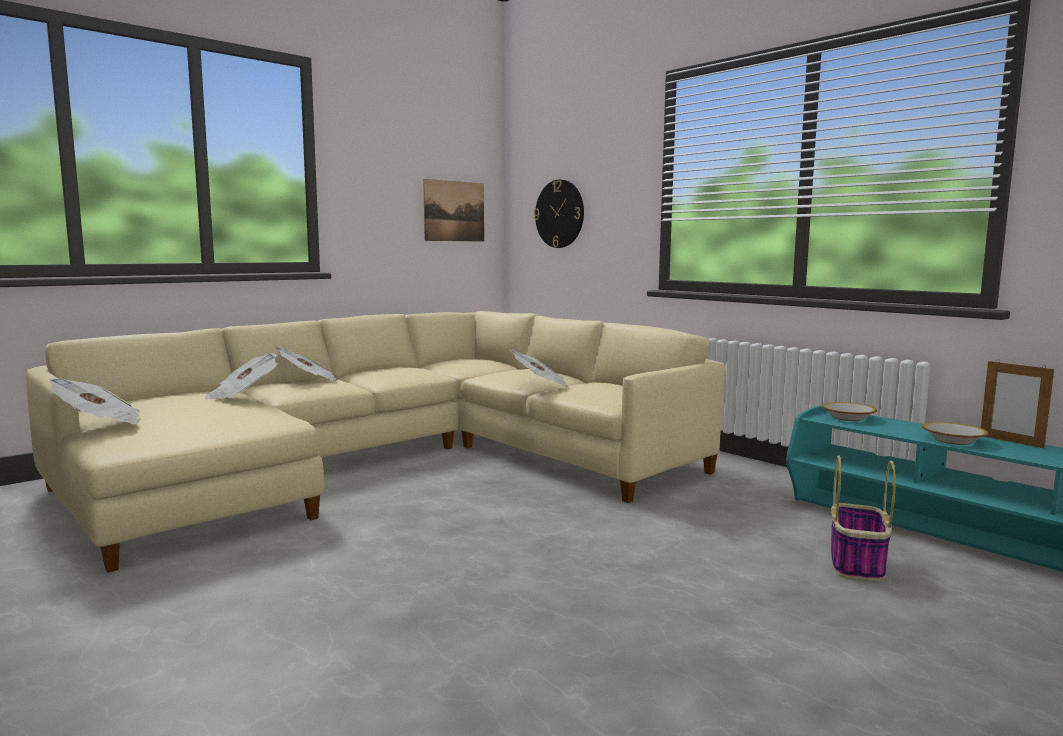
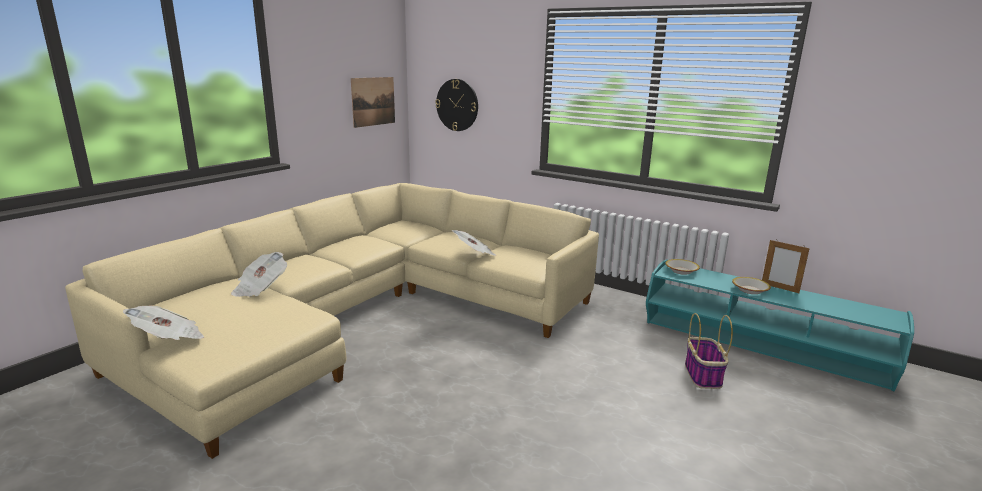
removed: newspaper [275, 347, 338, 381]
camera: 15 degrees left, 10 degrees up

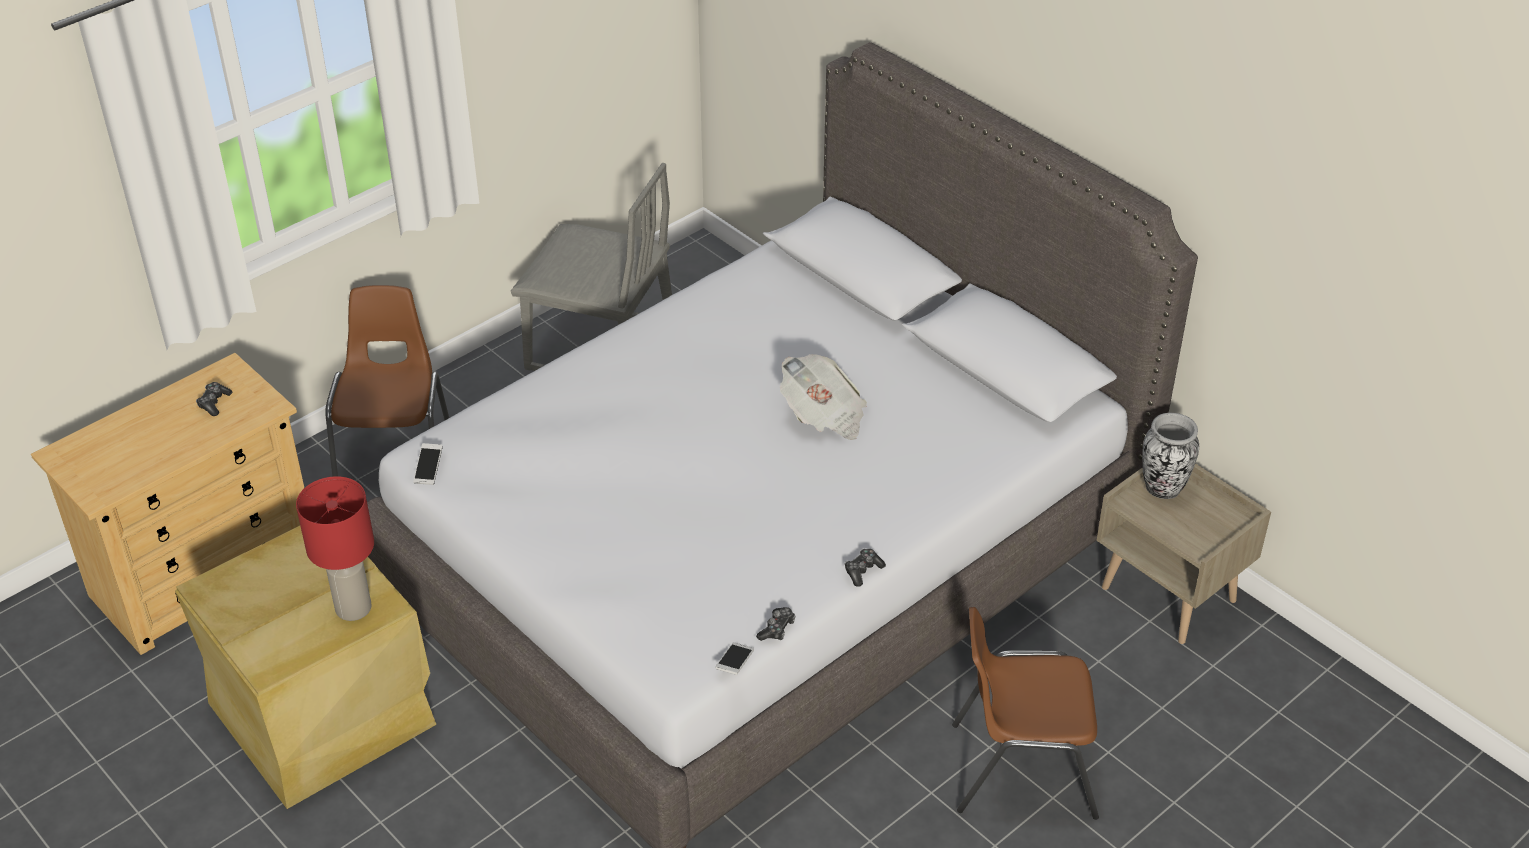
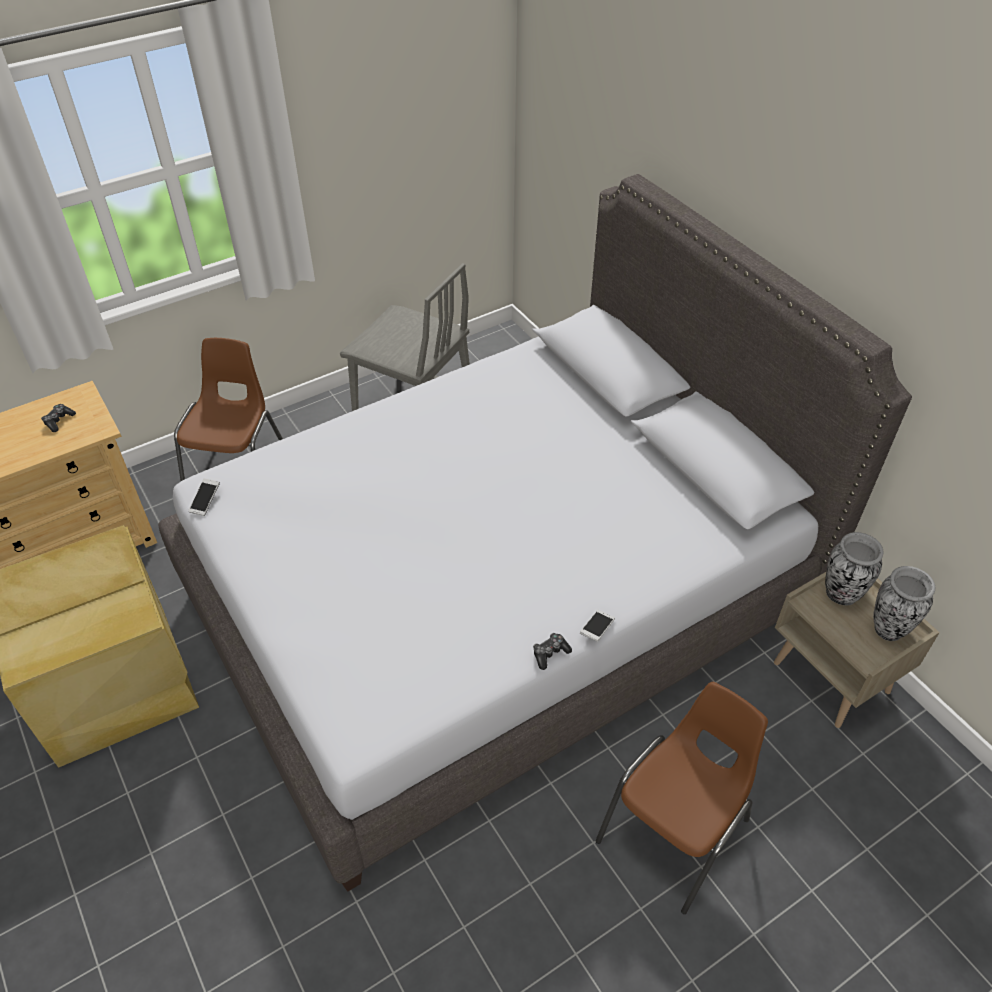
removed: newspaper [779, 354, 867, 440]; table lamp (red) [296, 476, 374, 621]; game controller [756, 607, 796, 641]
added: vase [873, 566, 935, 641]
moved: phone [716, 642, 754, 675] to [580, 610, 615, 642]
turned: chair (brown) [952, 607, 1099, 820] = [596, 682, 768, 914] 120 degrees clockwise
camera: 10 degrees right, 5 degrees up

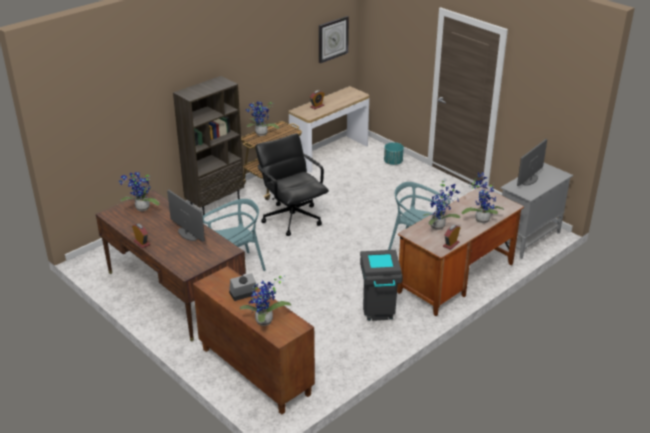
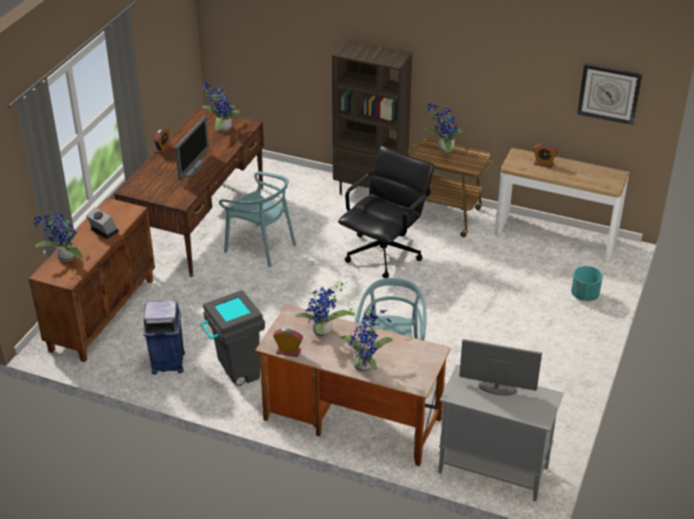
added: trash can (blue) [143, 300, 185, 374]
camera: 65 degrees right, 5 degrees up

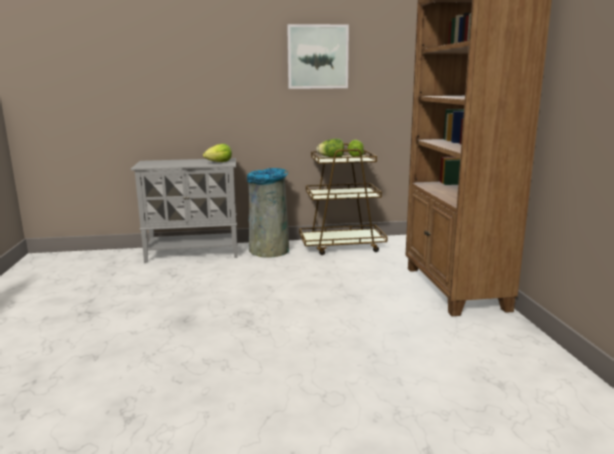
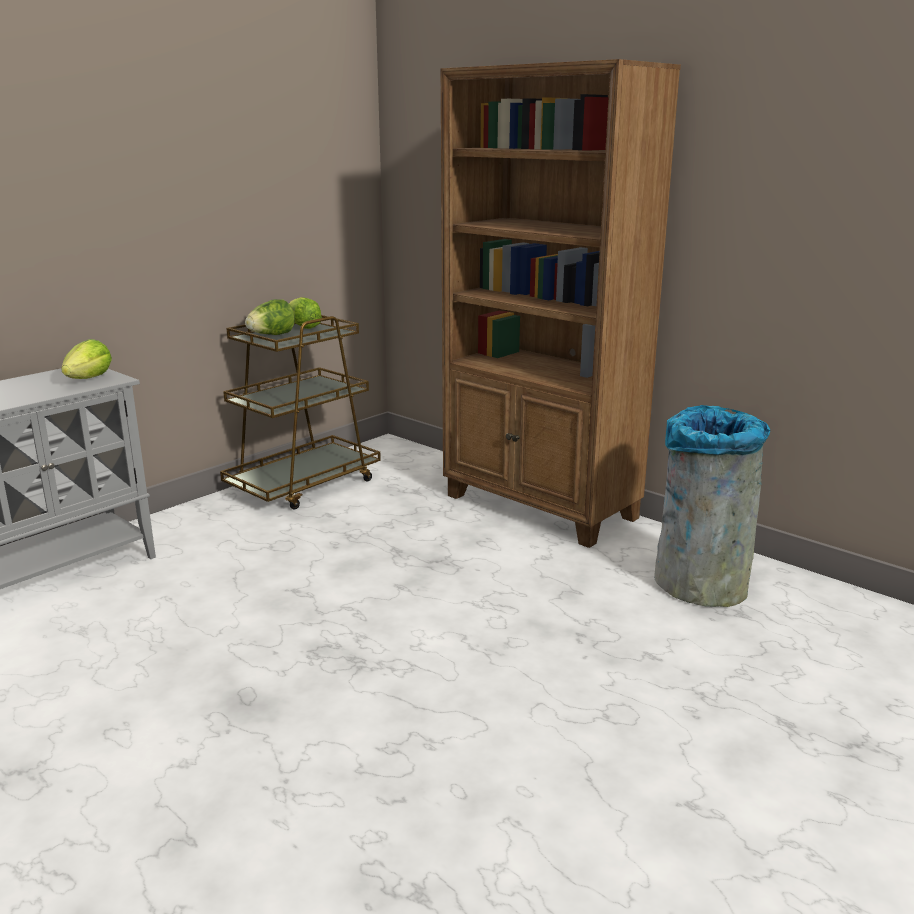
removed: picture [287, 24, 349, 89]
moved: trash can (grey) [247, 168, 289, 258] to [654, 405, 770, 607]
camera: 40 degrees left, 5 degrees up

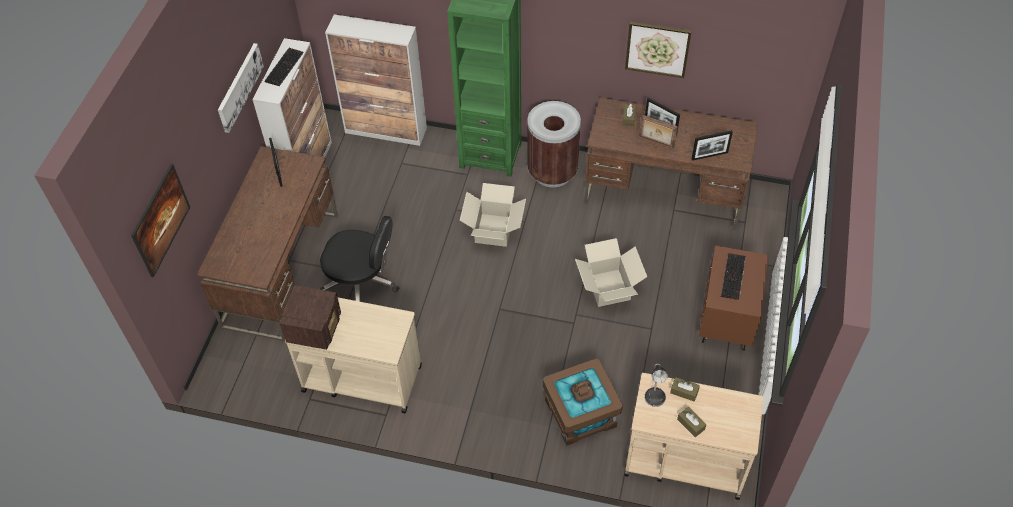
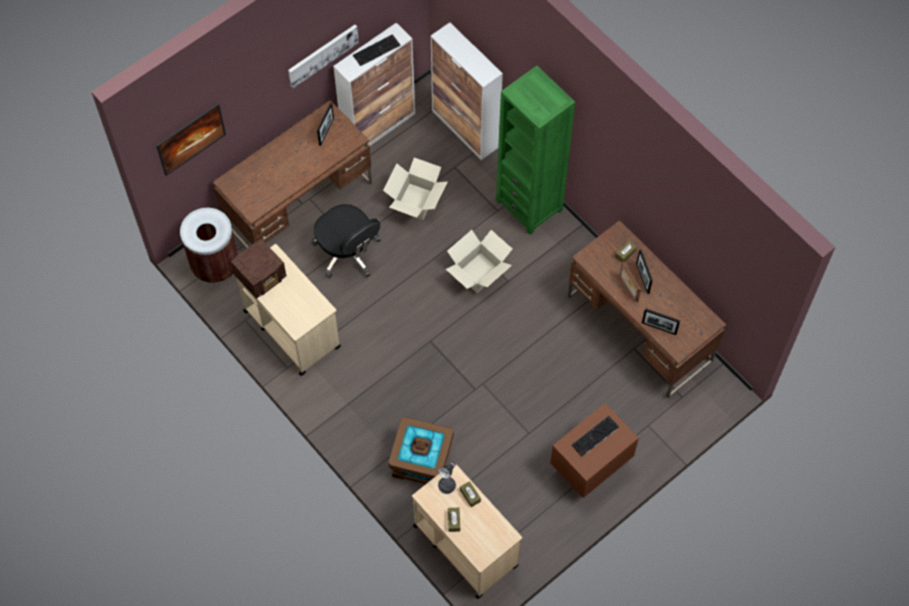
removed: picture [625, 22, 692, 78]
moved: trash can (brown) [527, 101, 581, 187] to [180, 208, 238, 283]; cardboard box [575, 238, 647, 307] to [383, 157, 447, 220]
camera: 35 degrees right, 10 degrees up

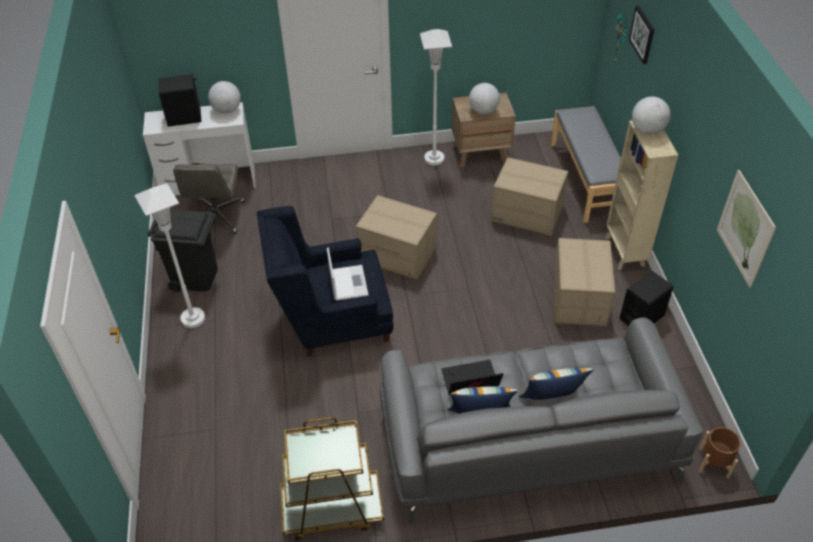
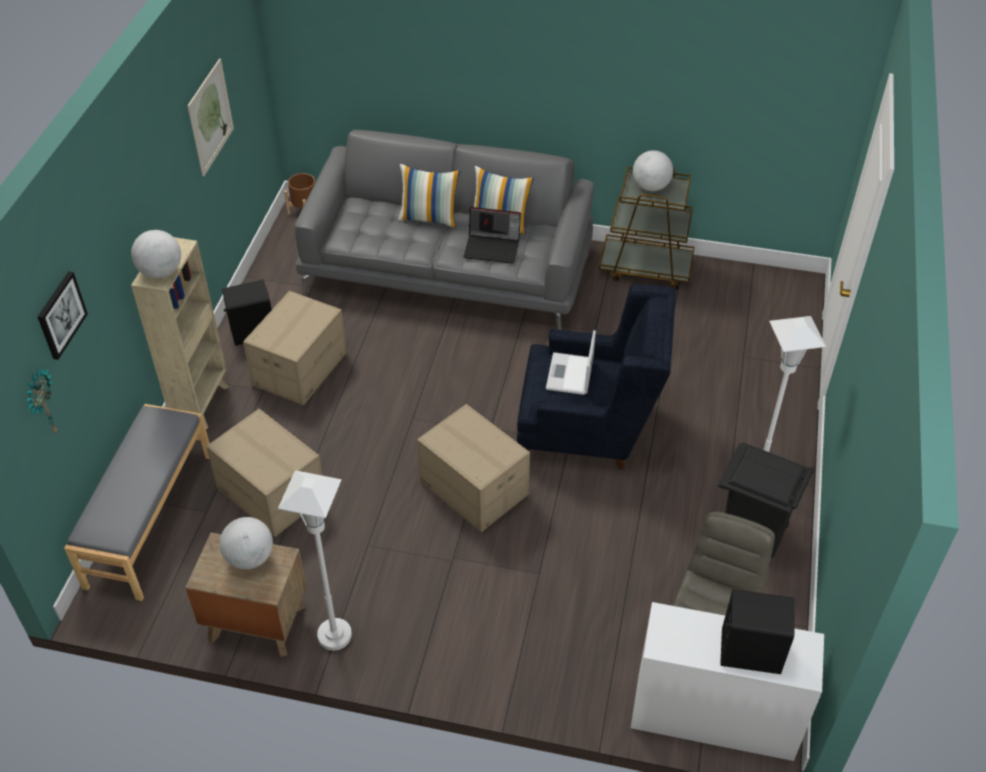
moved: globe [208, 81, 241, 114] to [633, 150, 673, 191]
camera: 160 degrees left, 0 degrees up

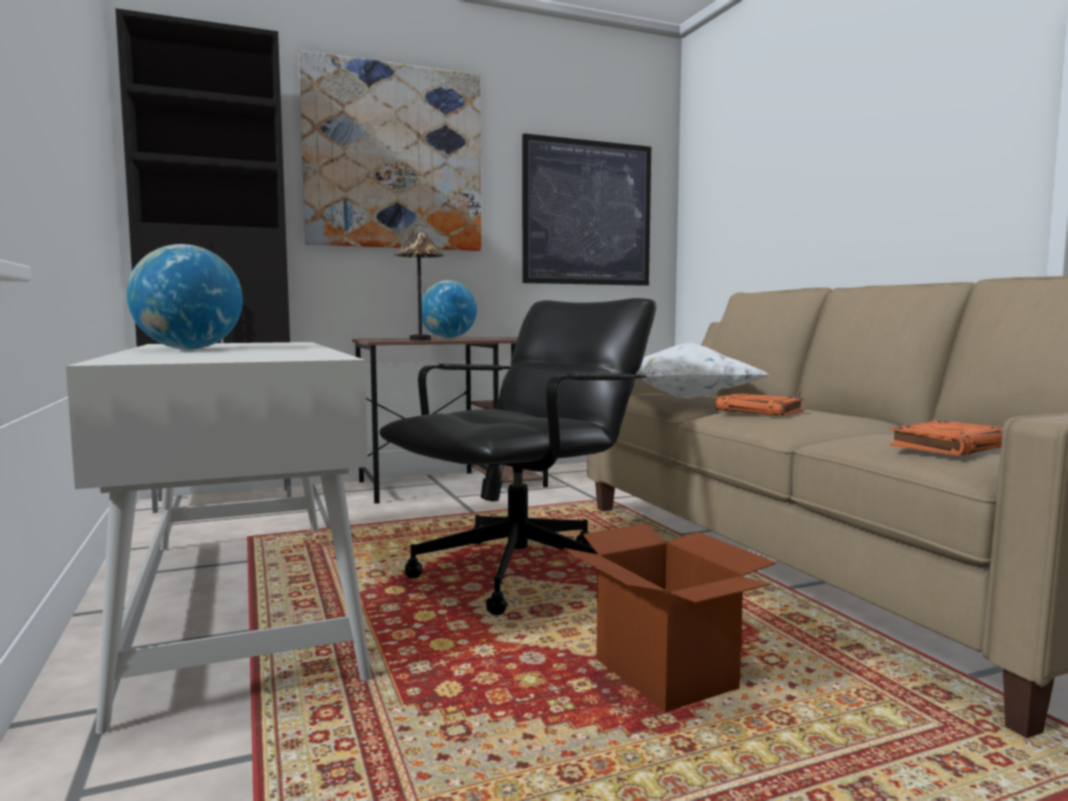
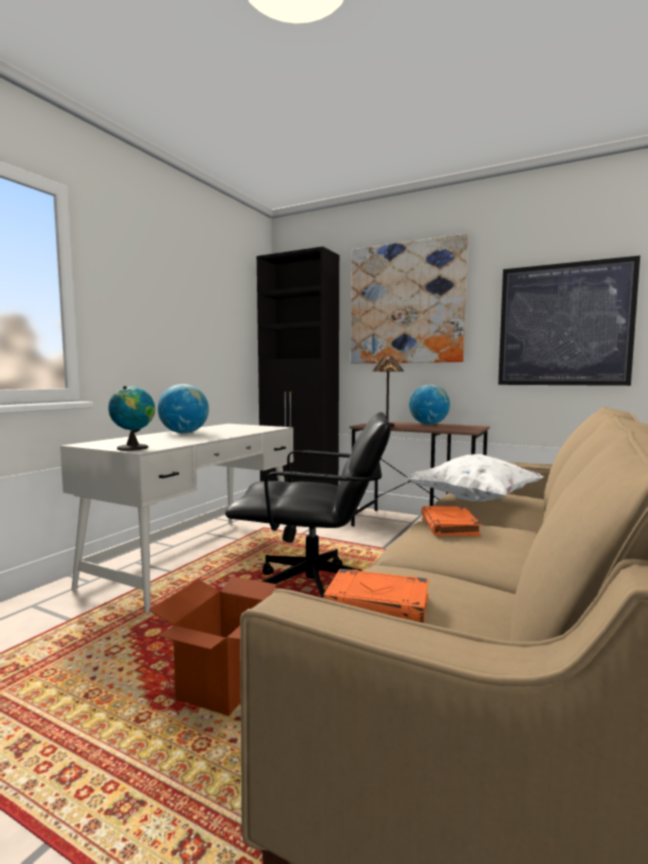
added: globe [108, 386, 155, 451]
camera: 50 degrees right, 0 degrees up

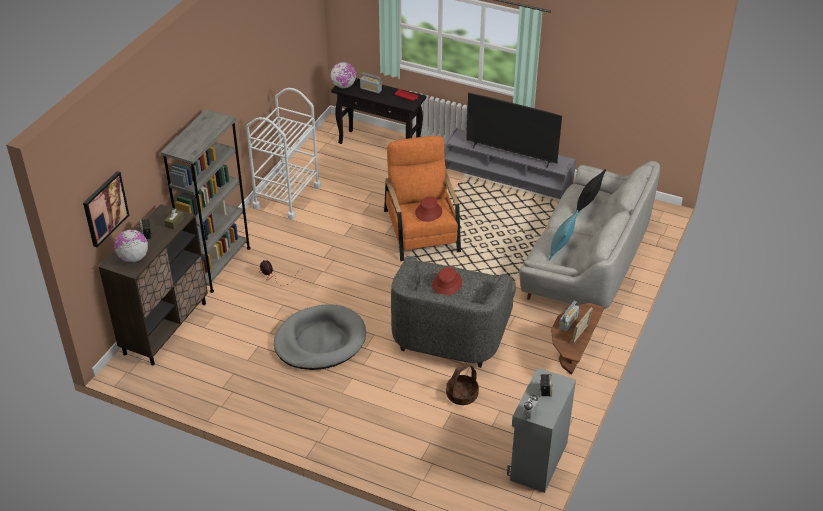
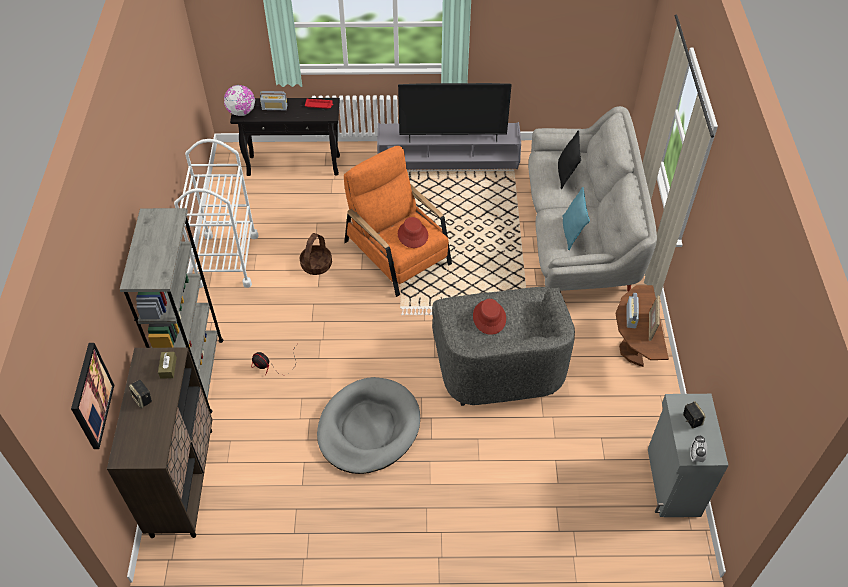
removed: globe [114, 230, 148, 262]
moved: basket [446, 362, 479, 405] to [300, 233, 332, 275]
camera: 25 degrees left, 10 degrees up

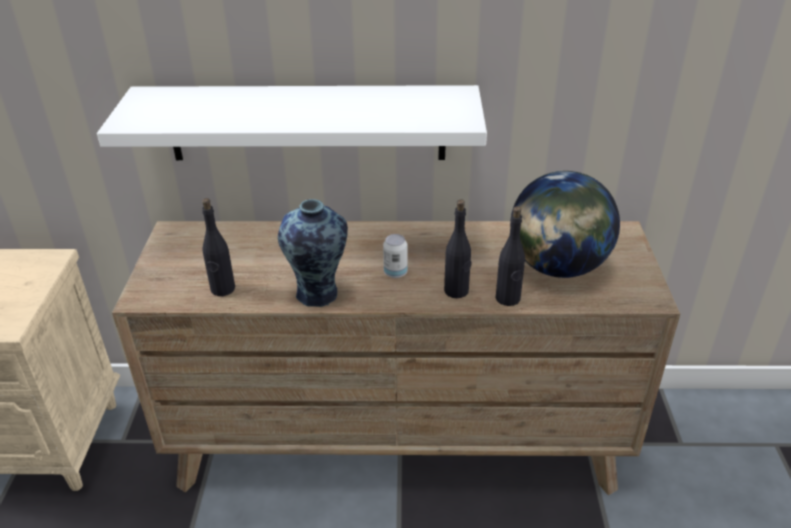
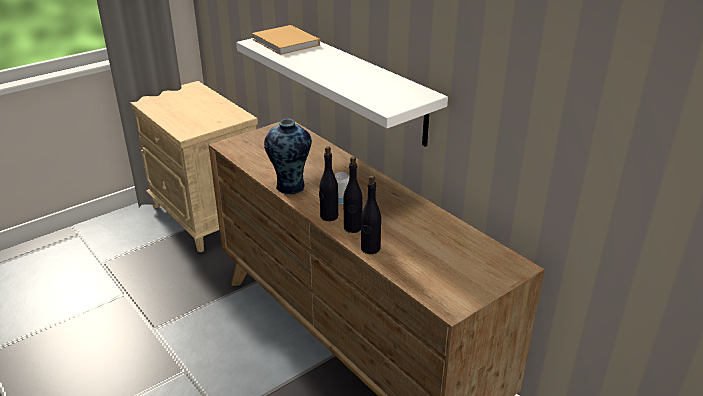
removed: globe [510, 171, 620, 278]
added: book (beige) [252, 25, 320, 55]
moved: bottle (black) [202, 198, 235, 296] to [319, 146, 338, 221]
camera: 50 degrees right, 5 degrees down

